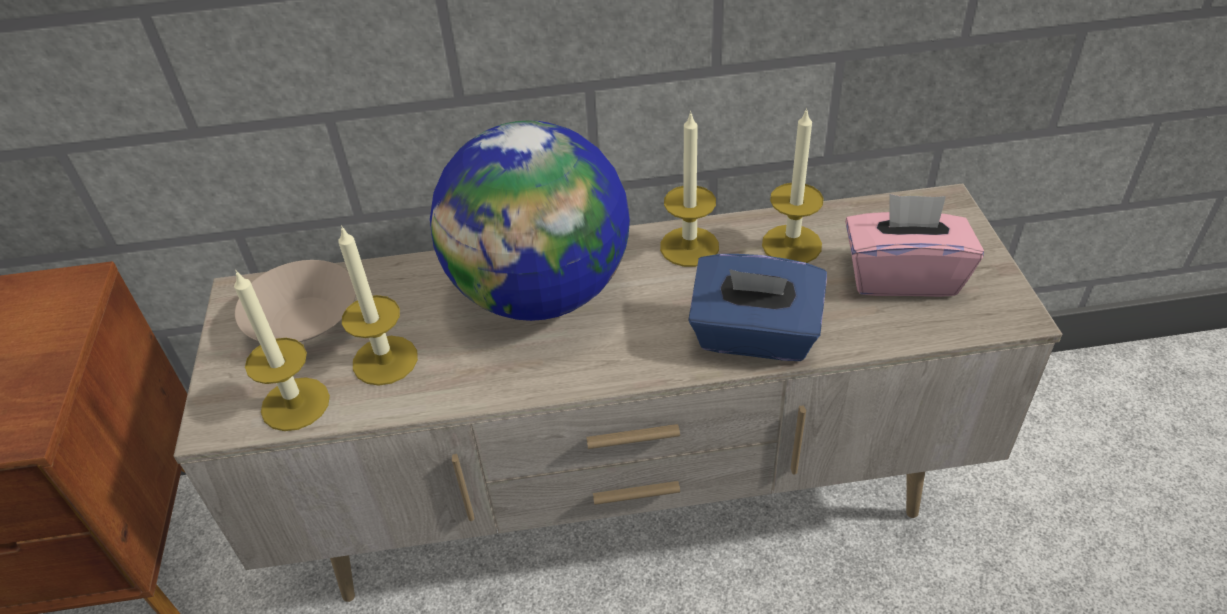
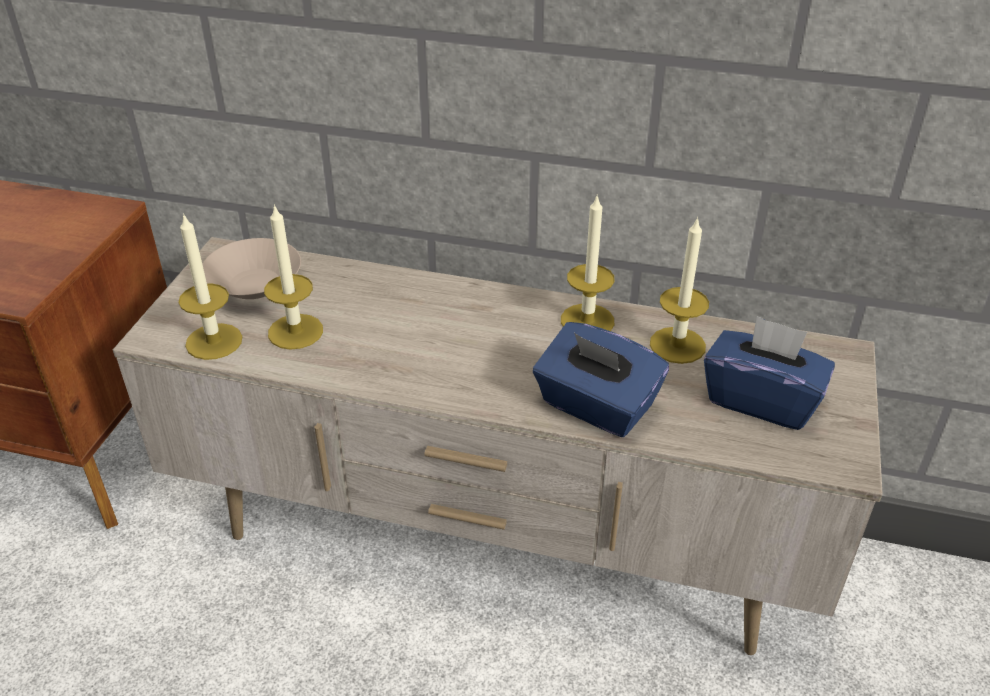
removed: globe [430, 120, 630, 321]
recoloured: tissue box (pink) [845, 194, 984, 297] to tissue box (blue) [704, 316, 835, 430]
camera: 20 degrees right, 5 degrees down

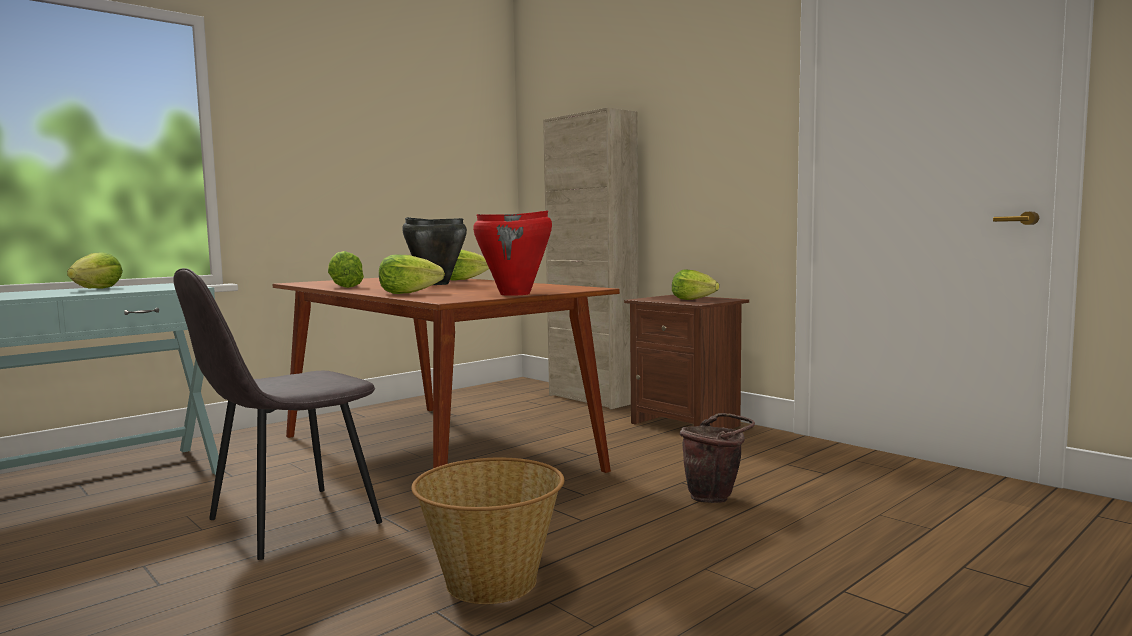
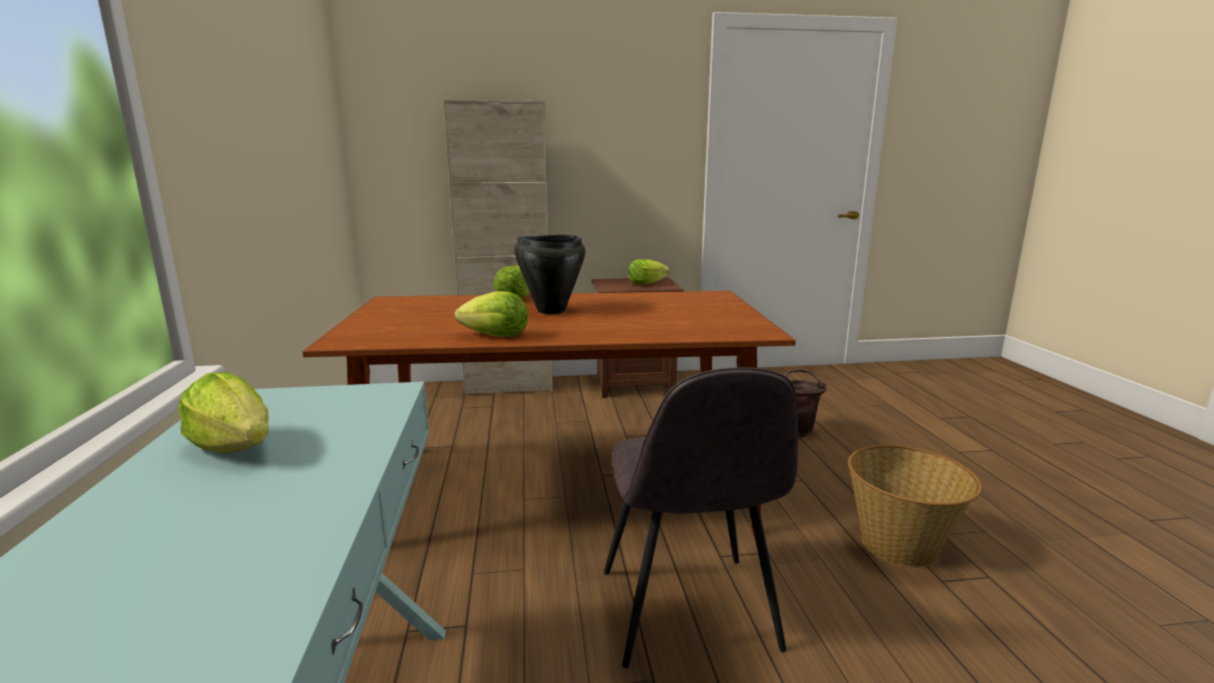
removed: cooking pot (red) [473, 210, 552, 296]; lettuce [379, 254, 445, 294]
camera: 55 degrees left, 10 degrees up

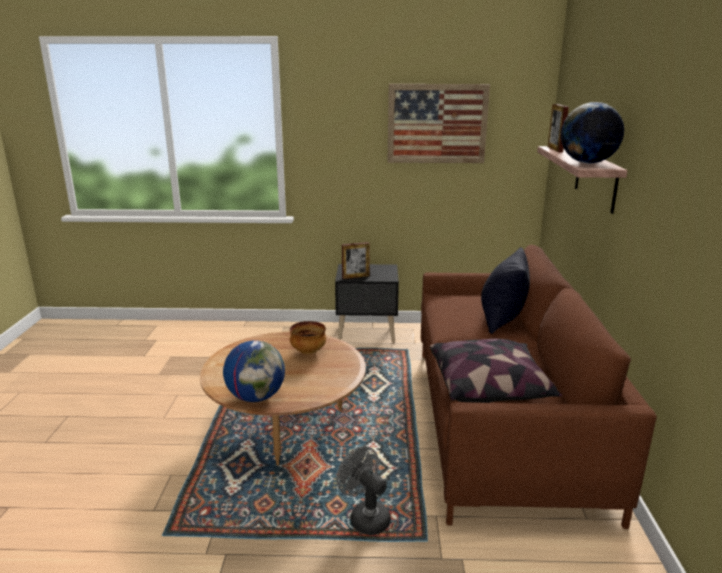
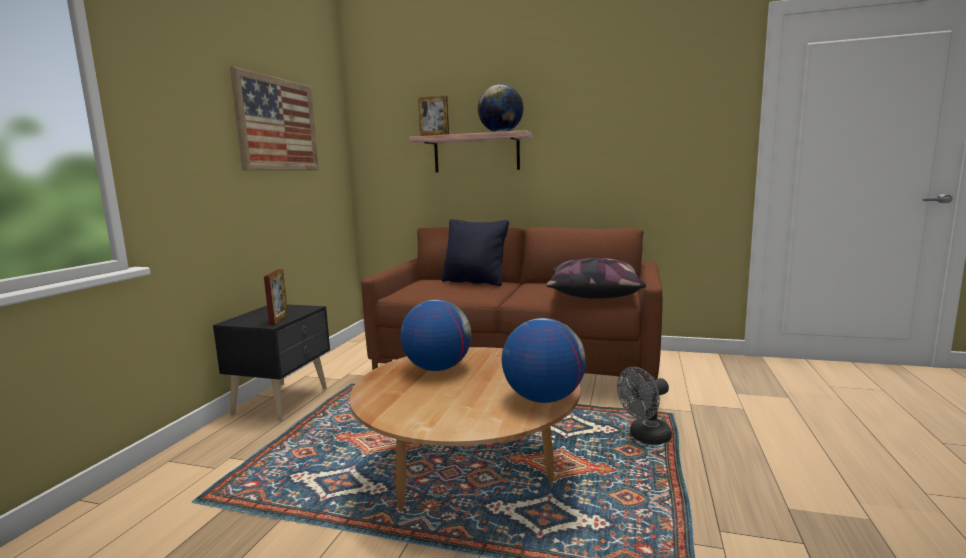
replaced: bowl [290, 321, 326, 354] to globe [400, 300, 472, 371]
camera: 75 degrees left, 10 degrees down

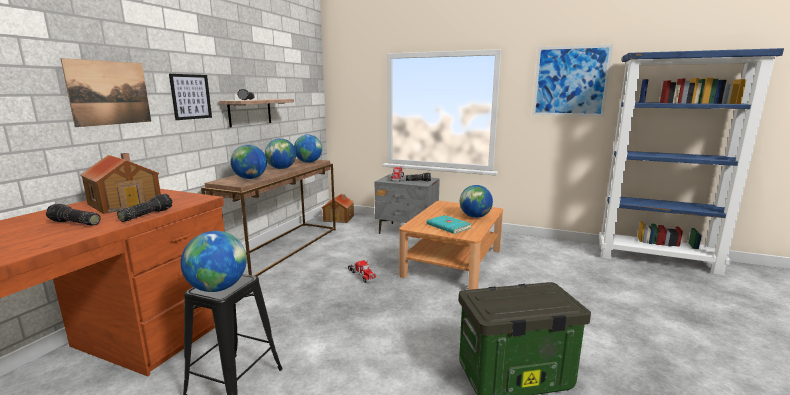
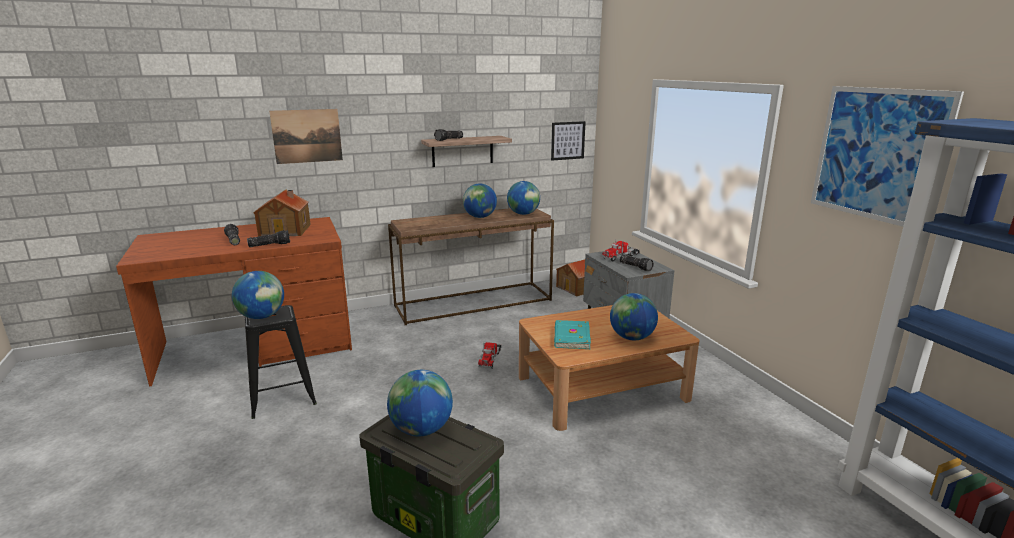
moved: picture [169, 74, 212, 120] to [551, 121, 586, 161]; globe [231, 145, 267, 179] to [387, 370, 453, 436]
camera: 45 degrees right, 5 degrees up

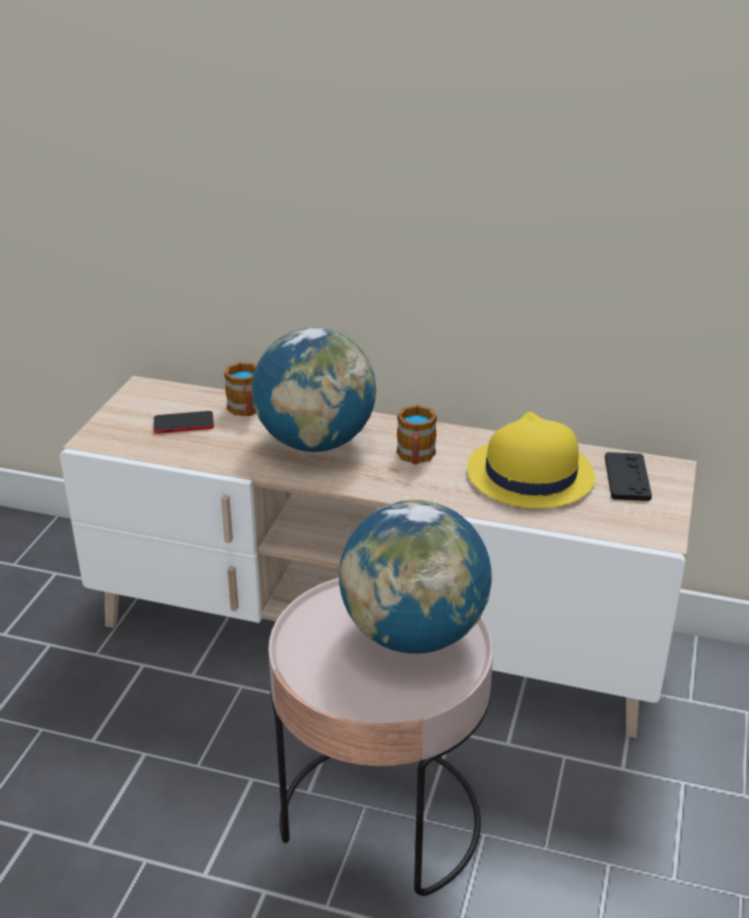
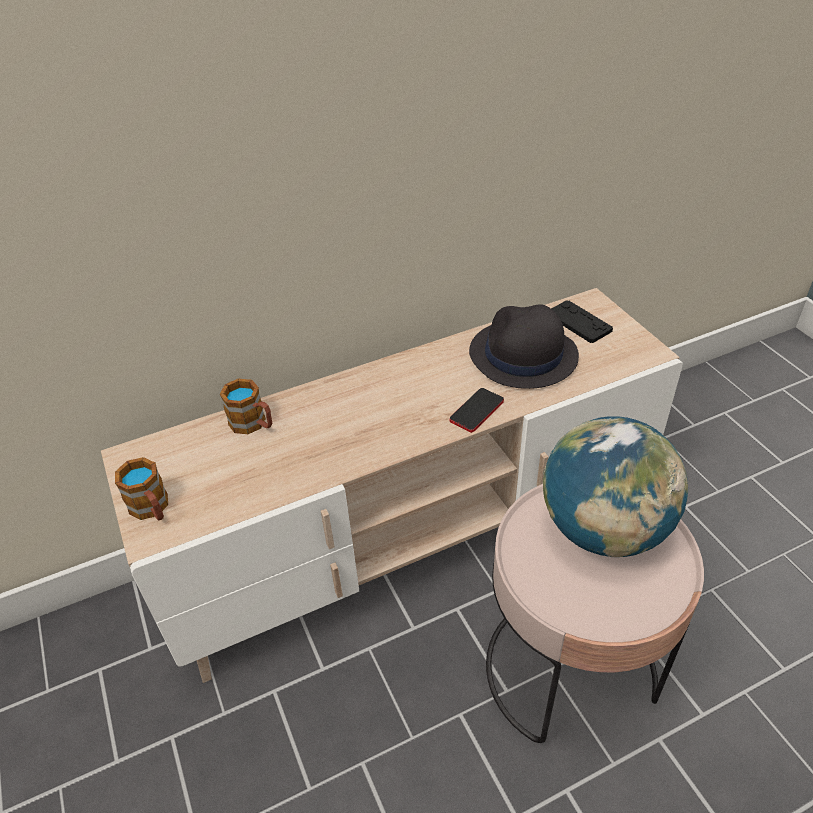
removed: globe [252, 327, 376, 452]
moved: mug [397, 405, 437, 464] to [115, 457, 168, 520]; phone [154, 411, 214, 433] to [449, 388, 504, 433]
recoloured: hat (yellow) [467, 412, 595, 508] to hat (black) [469, 304, 579, 389]
camera: 40 degrees left, 10 degrees up

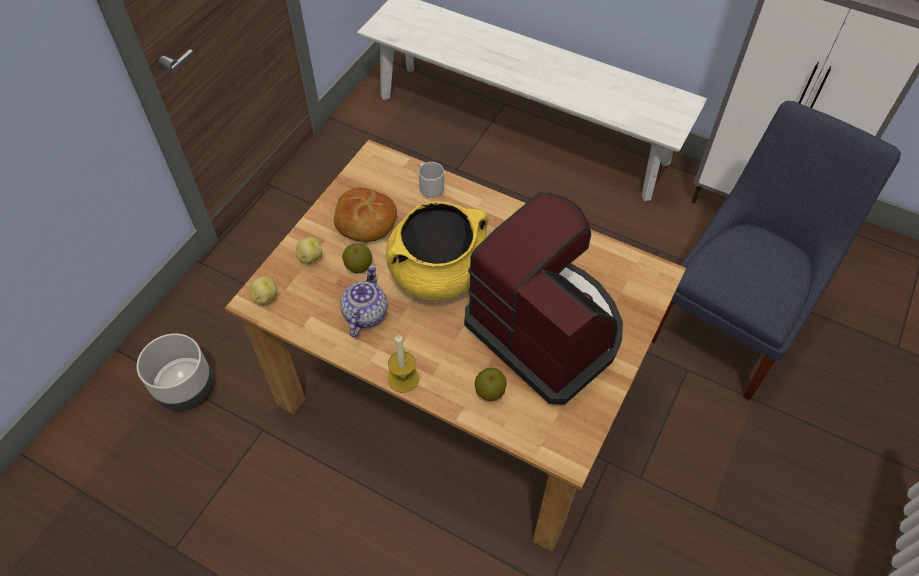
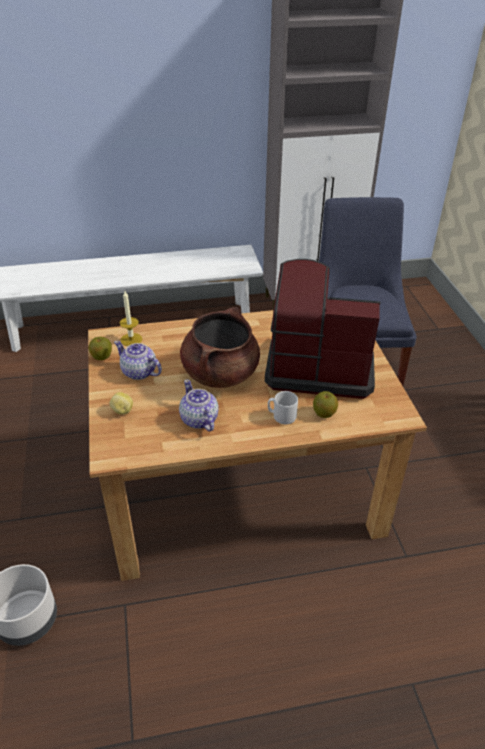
removed: potato [249, 276, 277, 304]
moved: mug (grey) [419, 162, 444, 198] to [268, 391, 298, 424]; apple [342, 243, 372, 274] to [88, 337, 112, 360]; candle [388, 334, 419, 393] to [120, 291, 142, 346]
replaced: bread [333, 187, 397, 242] to teapot [114, 341, 162, 380]
recoloured: cooking pot (yellow) [386, 201, 489, 300] to cooking pot (brown) [180, 307, 260, 388]
camera: 40 degrees left, 15 degrees down

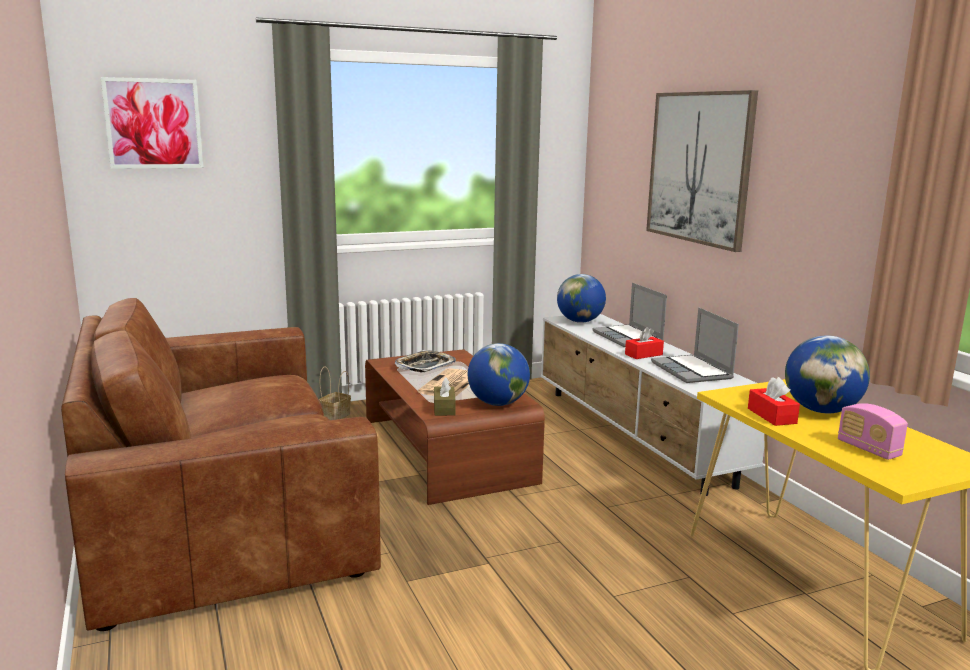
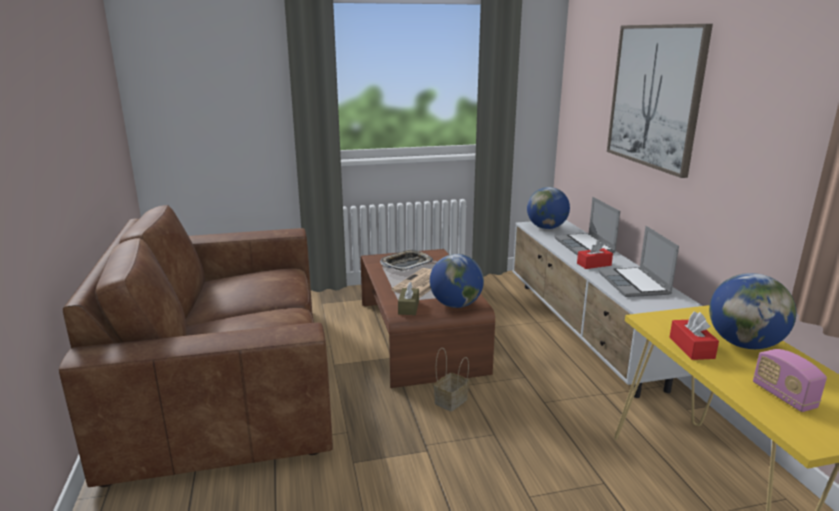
removed: picture [101, 77, 203, 169]
moved: basket [319, 367, 351, 420] to [434, 348, 469, 412]
camera: 10 degrees right, 5 degrees up

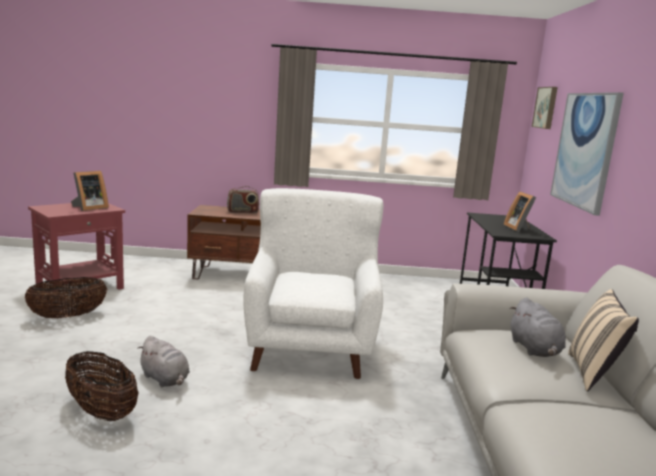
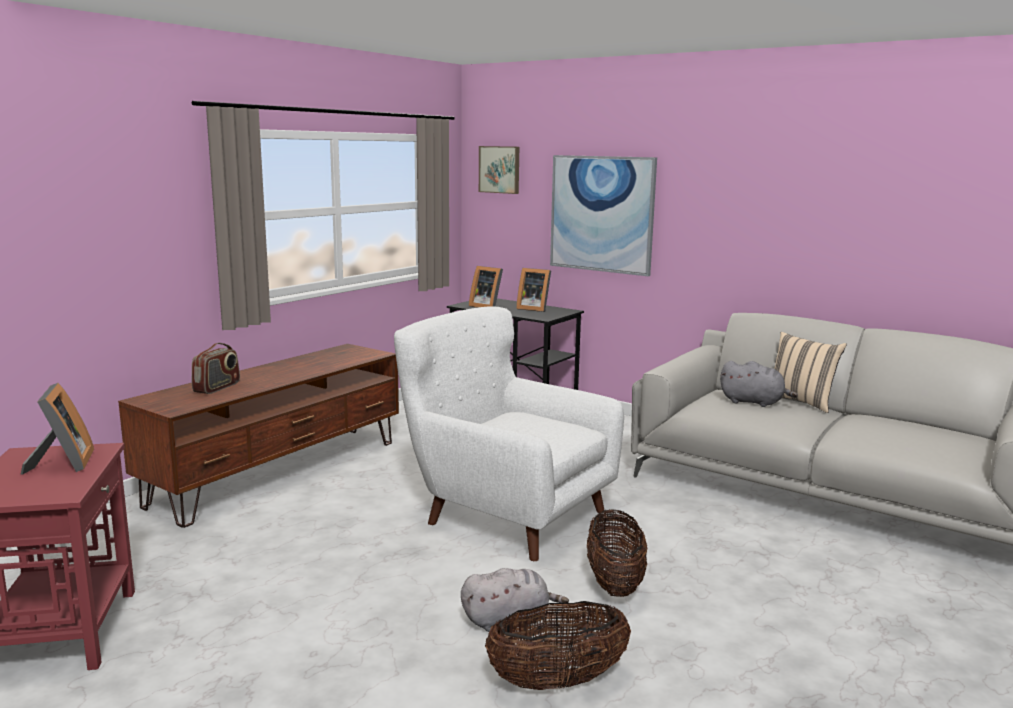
added: picture frame [469, 266, 503, 308]
moved: basket [25, 277, 107, 318] to [587, 509, 647, 597]
camera: 55 degrees left, 0 degrees up

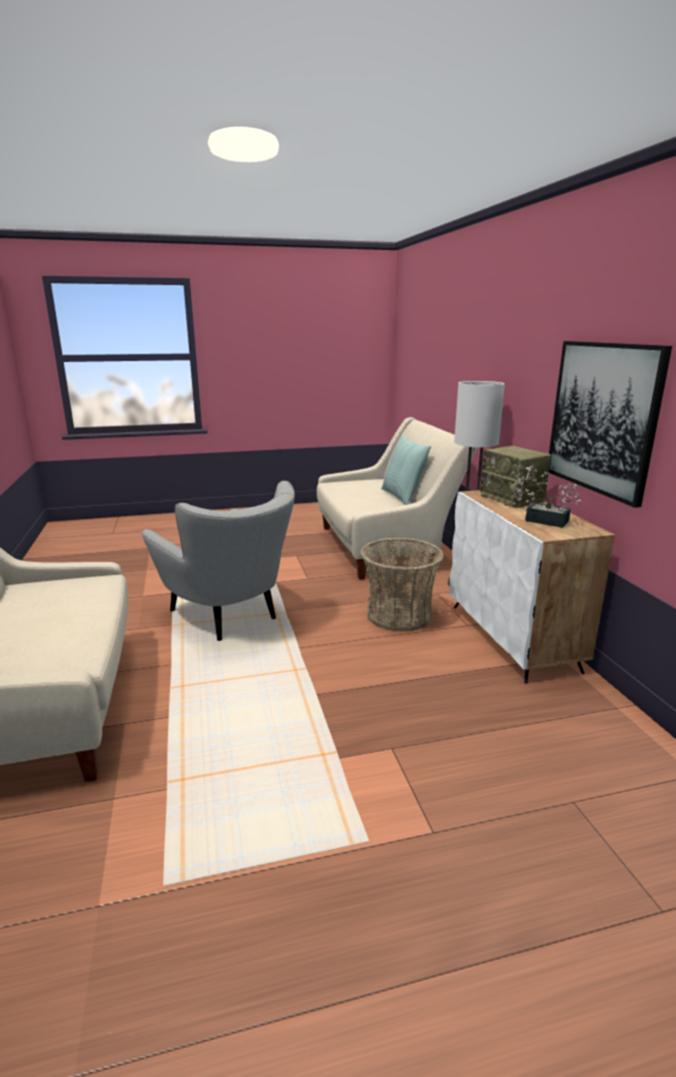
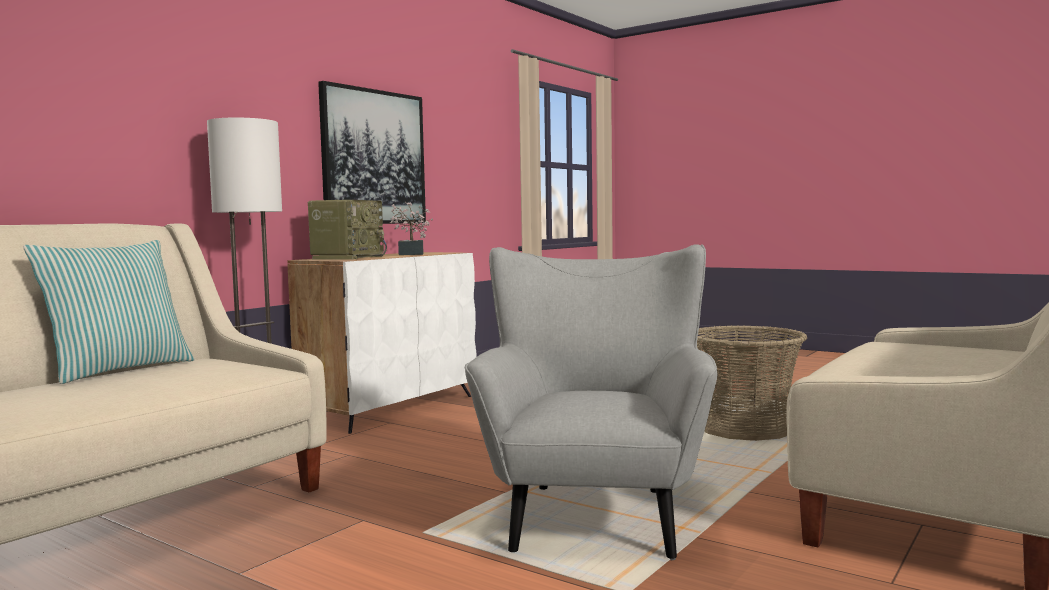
moved: basket [360, 537, 444, 631] to [697, 325, 807, 441]
camera: 130 degrees left, 15 degrees down

